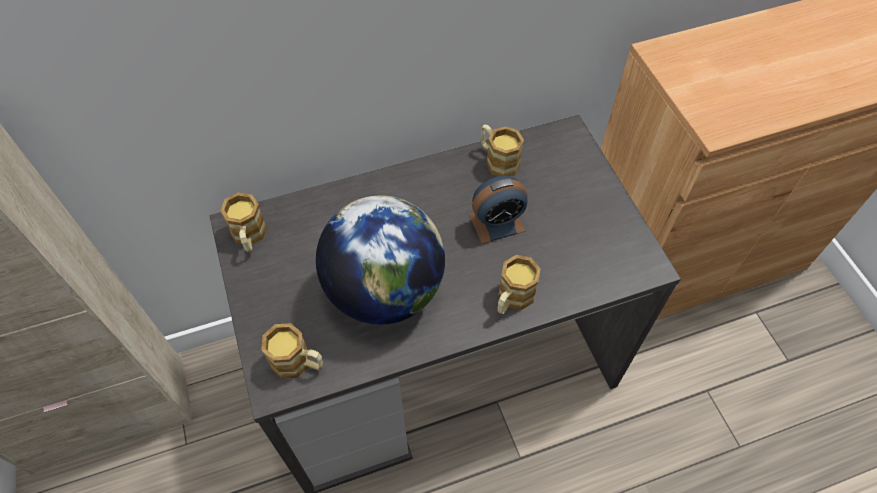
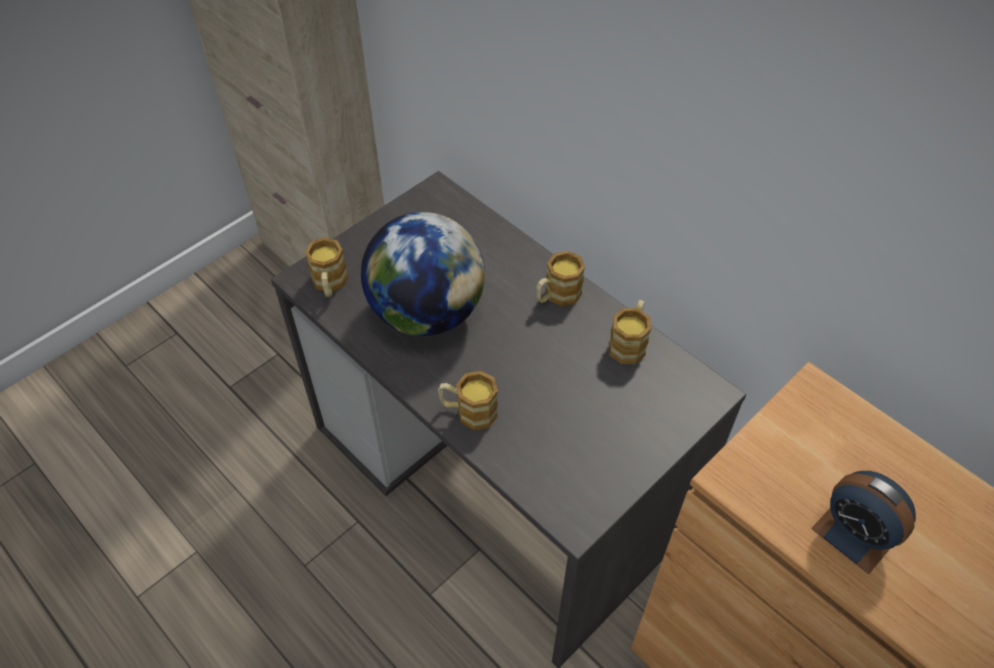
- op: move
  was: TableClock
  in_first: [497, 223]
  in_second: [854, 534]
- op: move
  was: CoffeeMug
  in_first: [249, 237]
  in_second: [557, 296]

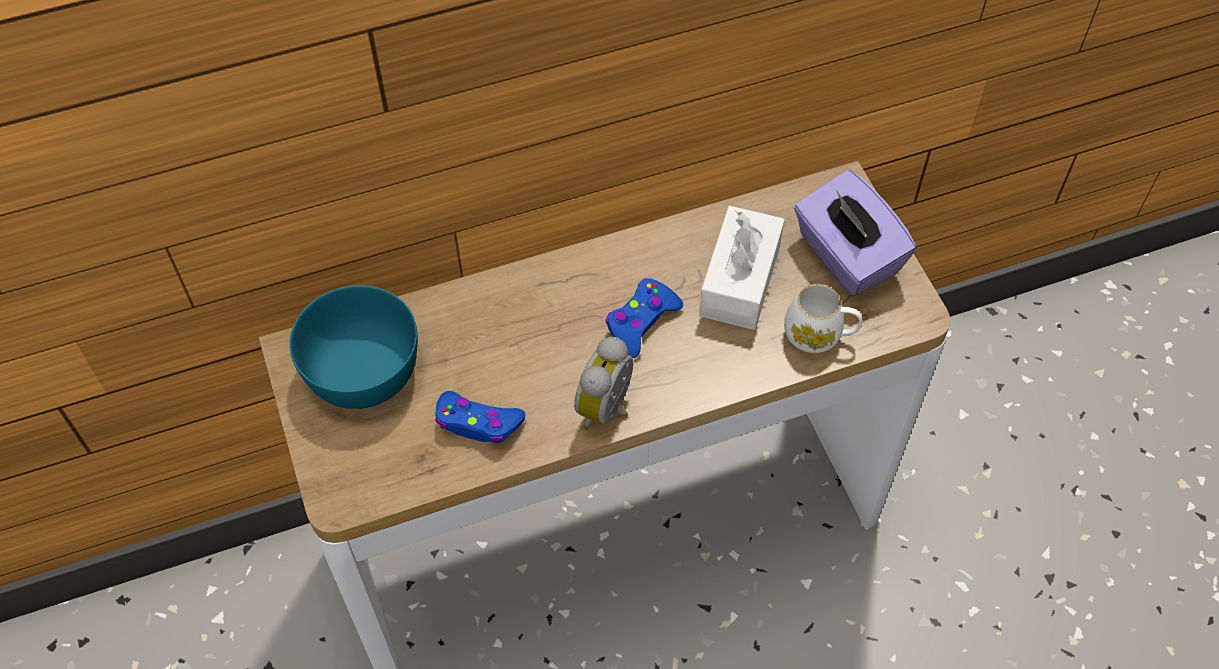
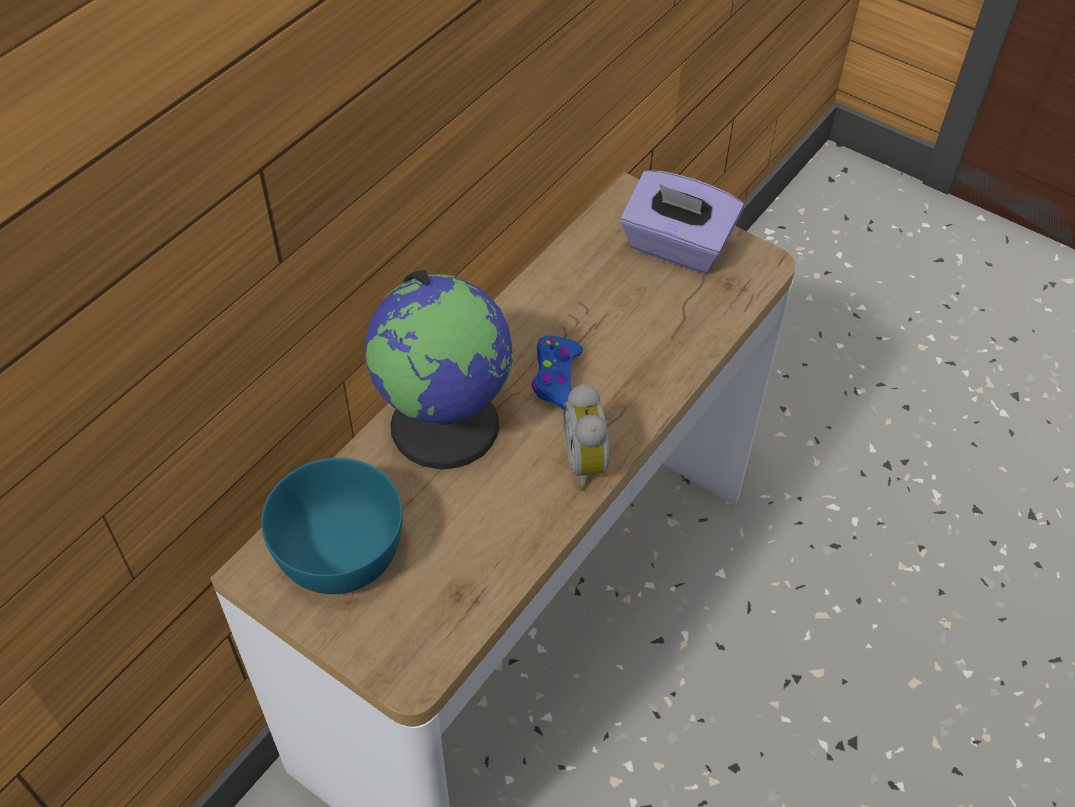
- op: delete
  was: WhiteTissueHolder
  in_first: [740, 281]
- op: delete
  was: WhiteCoffeeMug
  in_first: [819, 335]
- op: delete
  was: BlueGamepad
  in_first: [478, 423]
- op: insert
  now: DeskGlobe
  in_second: [447, 423]

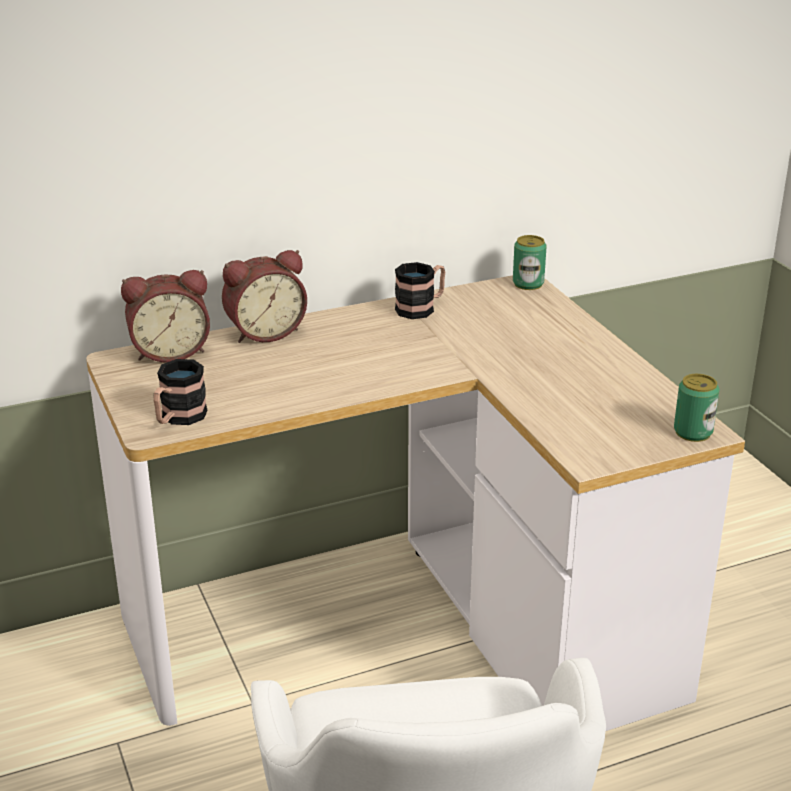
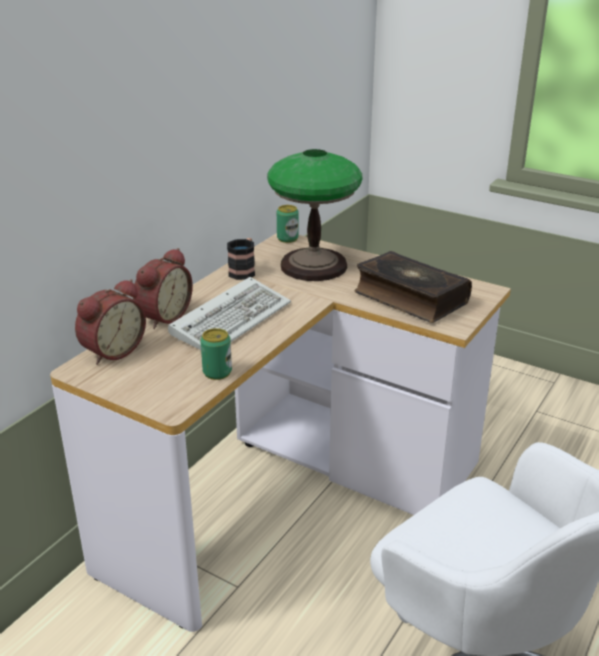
- op: delete
  was: CoffeeMug
  in_first: [178, 418]
- op: move
  was: MetalCan
  in_first: [693, 432]
  in_second: [217, 372]
- op: insert
  now: TableLamp
  in_second: [314, 266]
- op: insert
  now: Book
  in_second: [409, 298]
- op: insert
  now: ComputerKeyboard
  in_second: [232, 319]

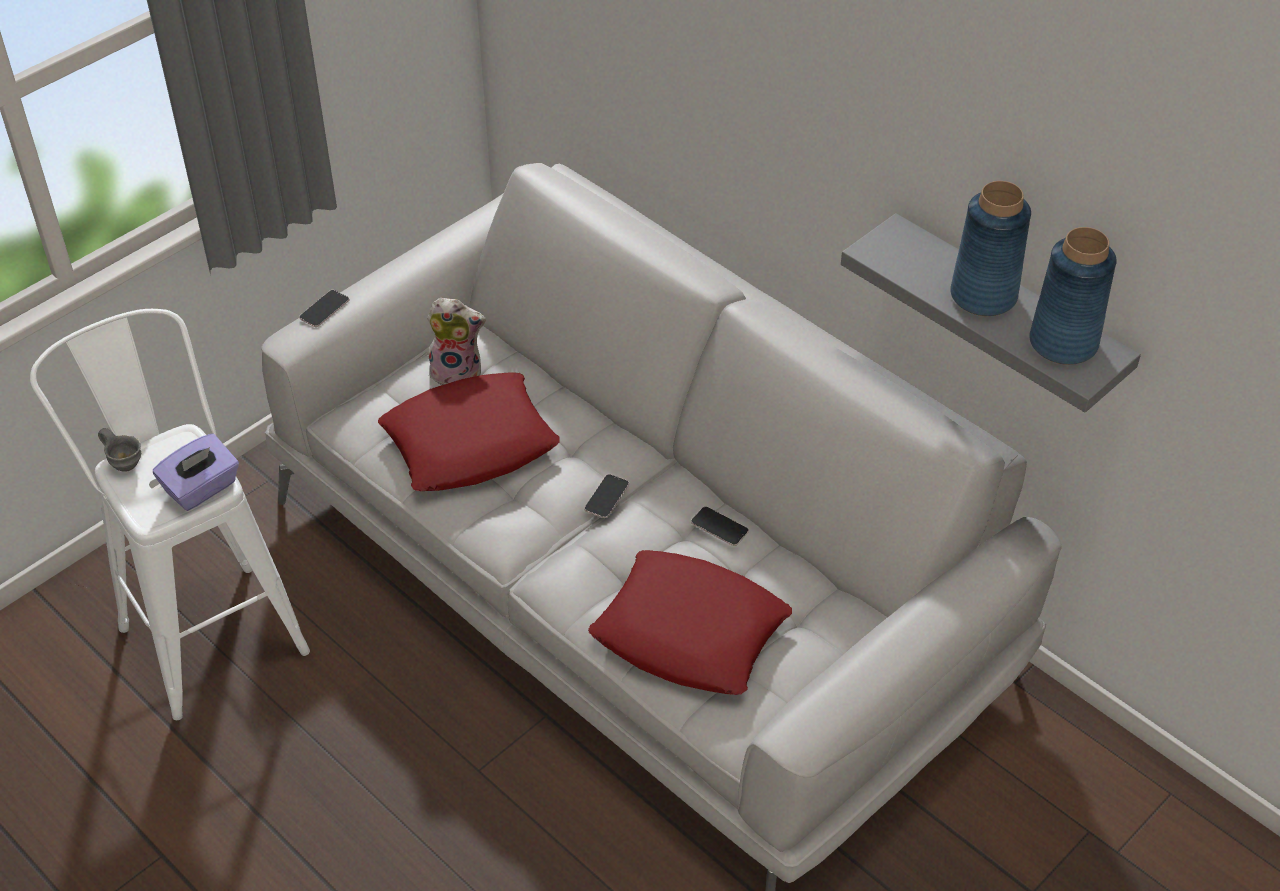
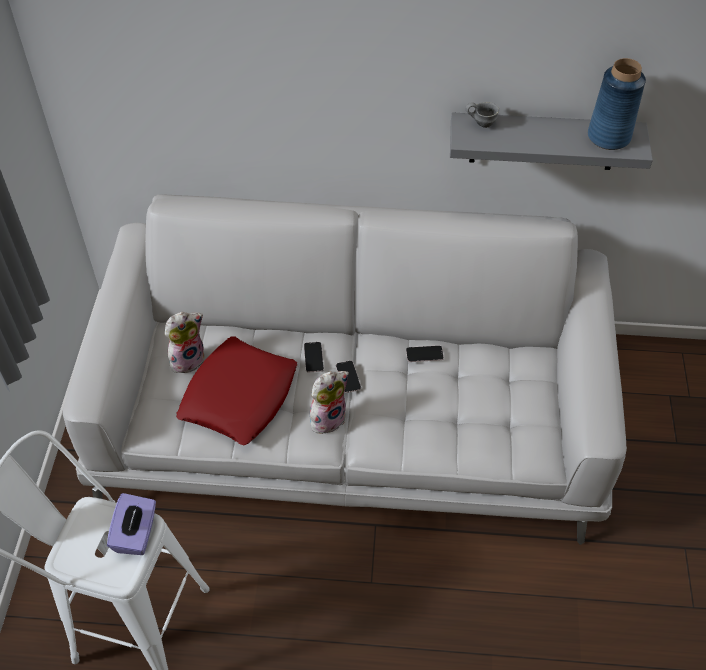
- op: delete
  was: BlueVase
  in_first: [983, 296]
- op: move
  was: Handset
  in_first: [324, 309]
  in_second: [313, 357]
- op: move
  was: GrayCoffeeMug
  in_first: [126, 462]
  in_second: [481, 123]
- op: delete
  was: RedThrowPillow
  in_first: [690, 632]
- op: insert
  now: CuddlyToy
  in_second: [327, 417]

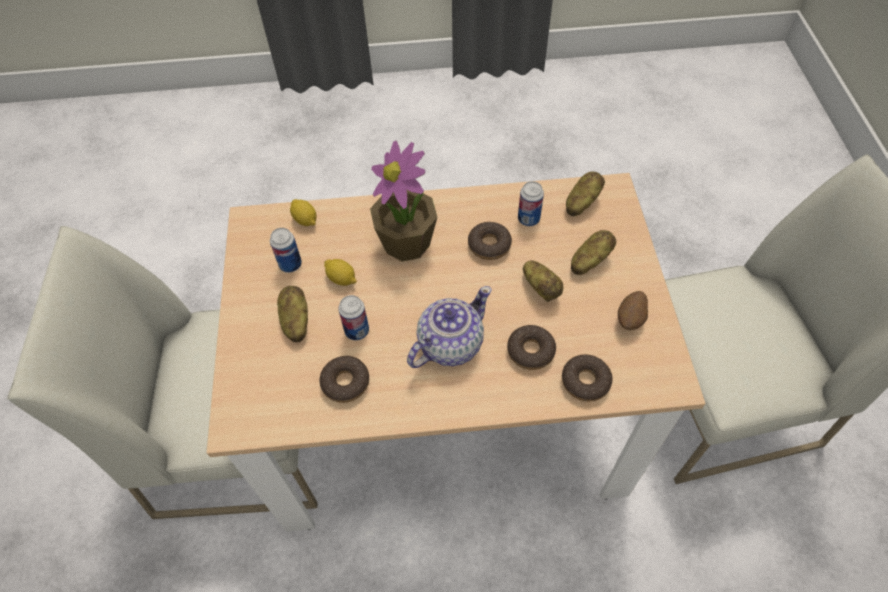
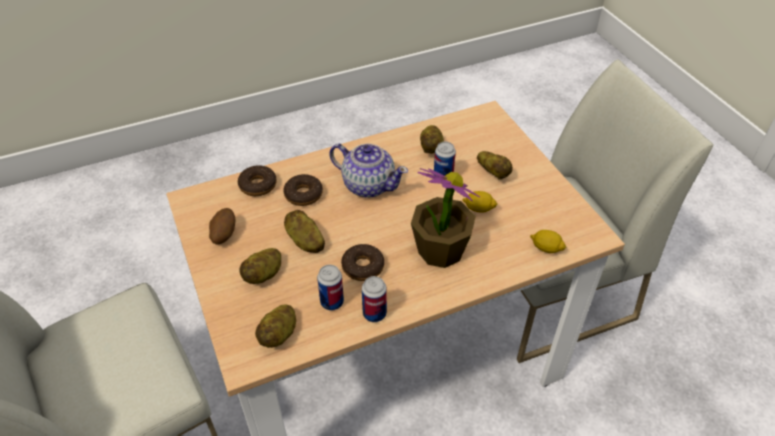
- op: move
  was: MetalCan
  in_first: [290, 264]
  in_second: [374, 314]
- op: rotate
  was: Teapot
  in_first: [449, 344]
  in_second: [368, 185]
  clockwise: -90
- op: replace
  was: Donut
  now: Potato
  in_first: [345, 382]
  in_second: [432, 148]

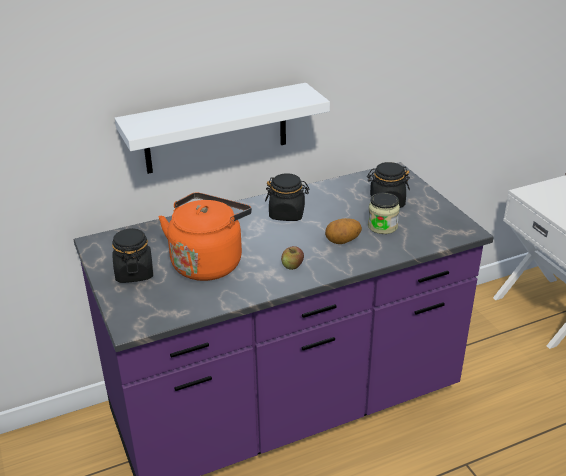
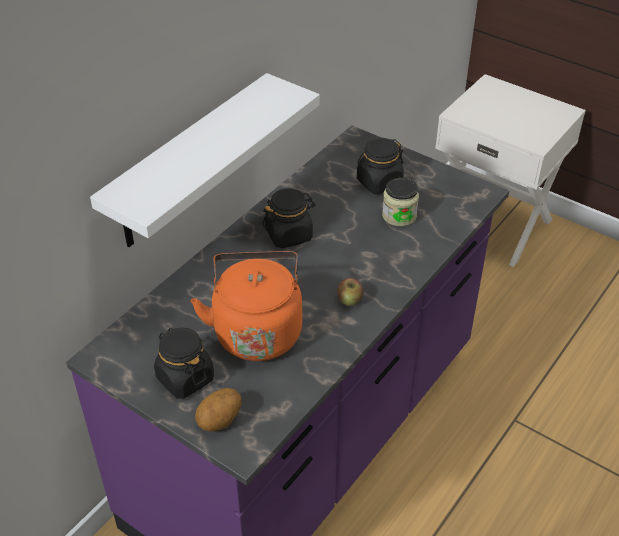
- op: move
  was: Potato
  in_first: [342, 241]
  in_second: [220, 421]

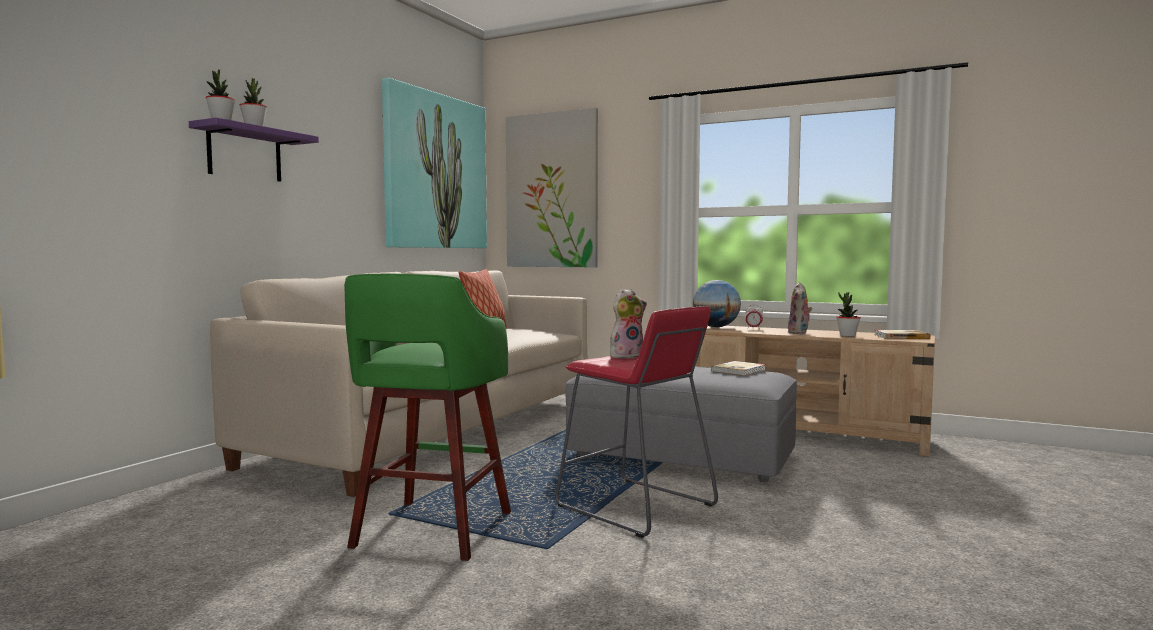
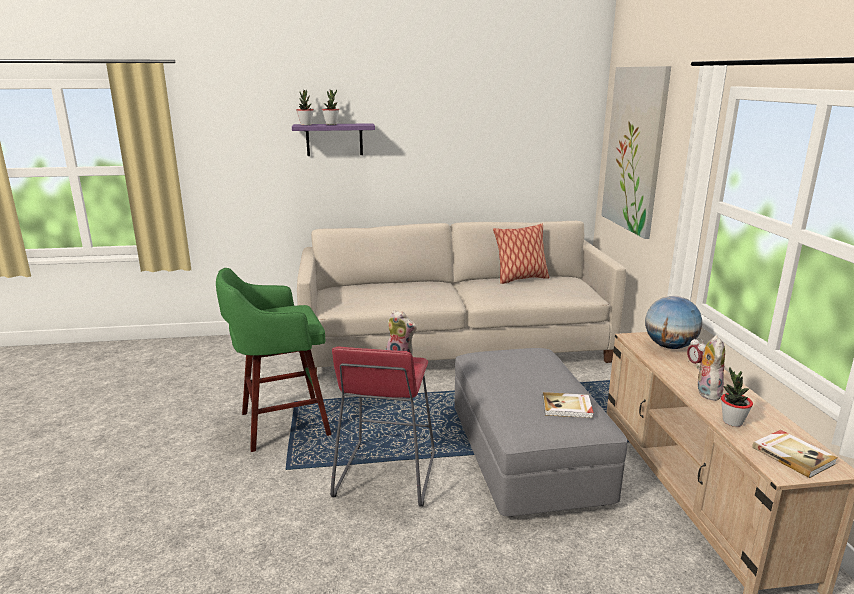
- op: delete
  was: WallArt
  in_first: [435, 172]
- op: rotate
  was: CuddlyToy
  in_first: [799, 333]
  in_second: [706, 392]
  clockwise: 120

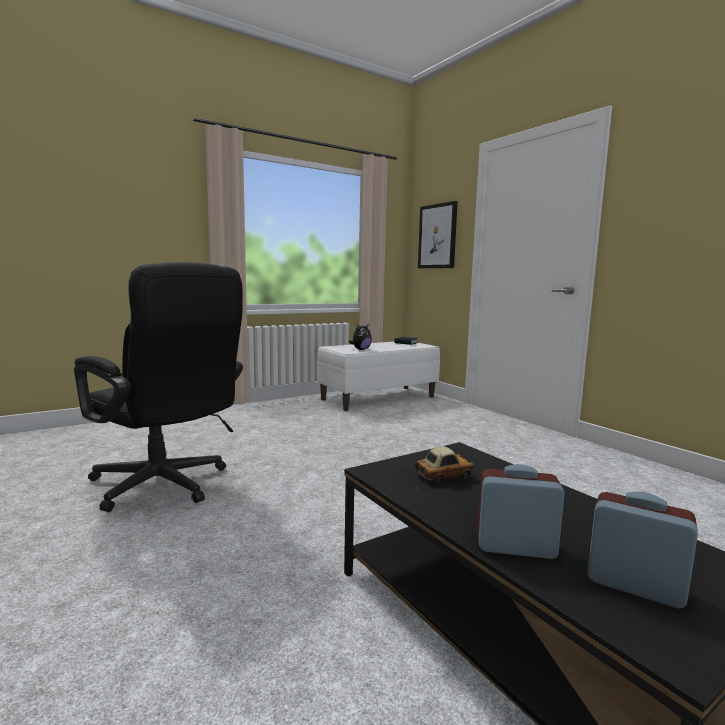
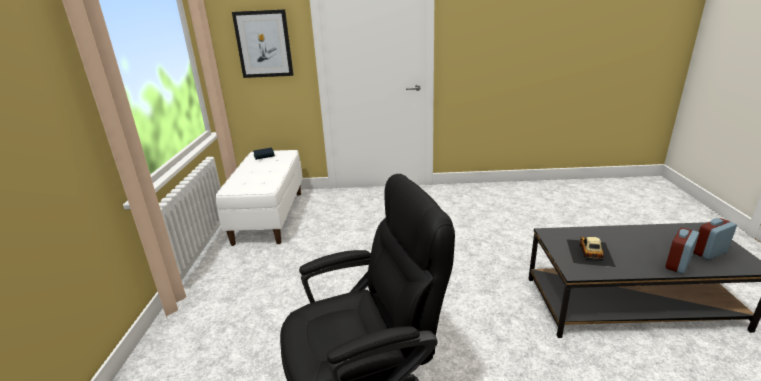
- op: delete
  was: CuddlyToy
  in_first: [361, 349]

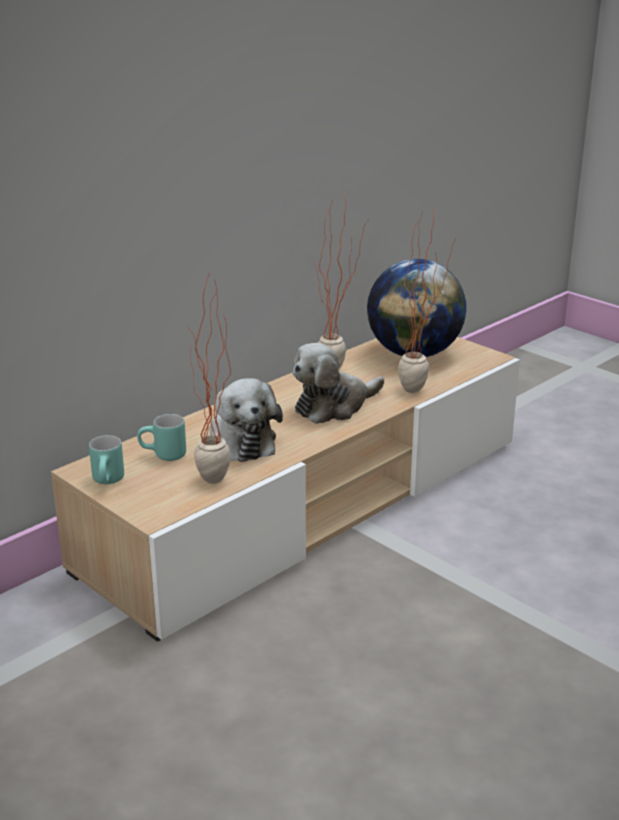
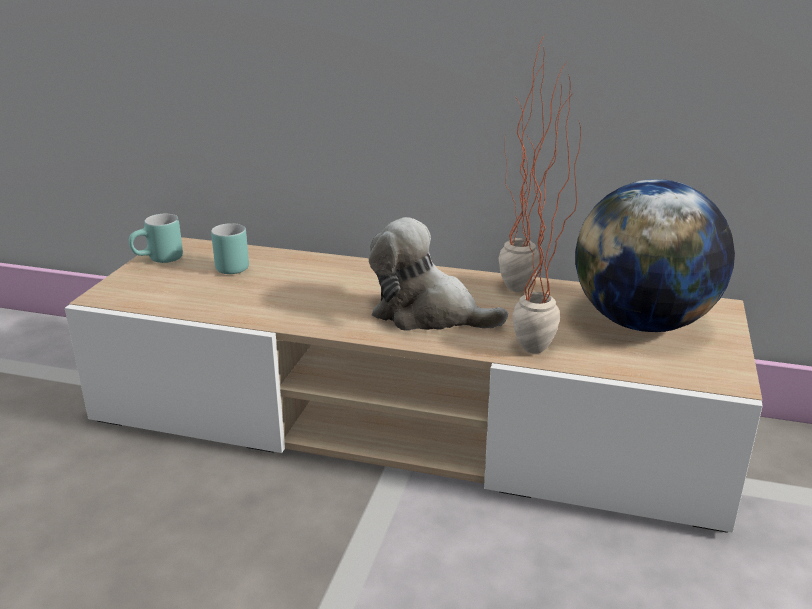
- op: delete
  was: PottedPlant
  in_first: [213, 486]
- op: delete
  was: CuddlyToy
  in_first: [240, 441]

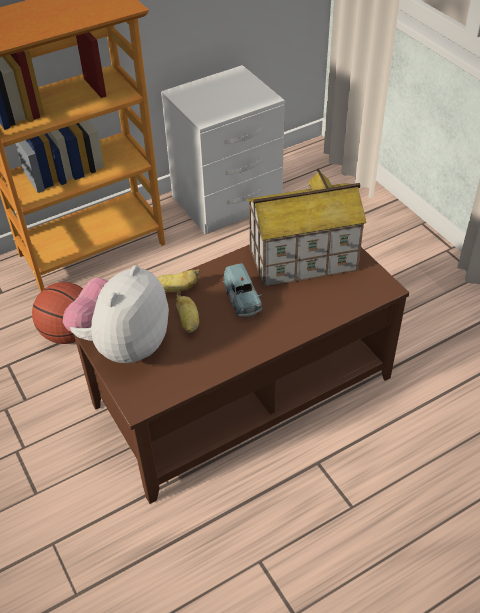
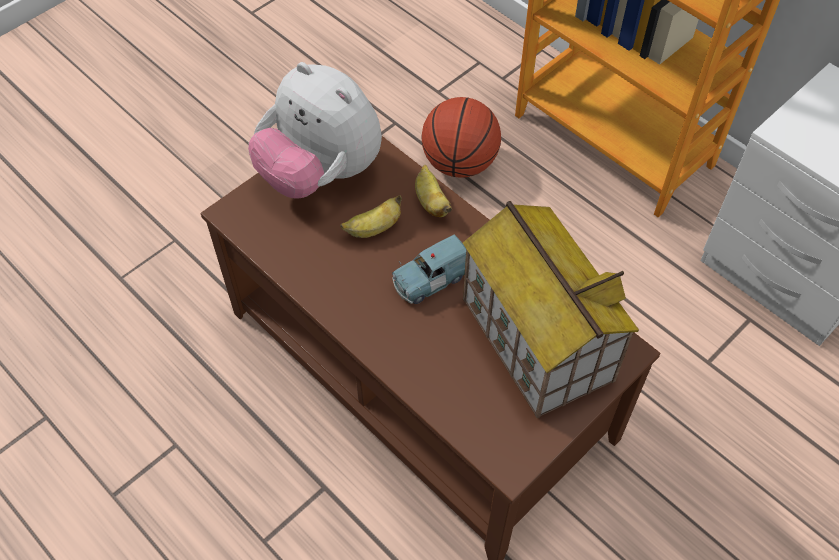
- op: rotate
  was: CuddlyToy
  in_first: [124, 345]
  in_second: [320, 173]
  clockwise: -150

